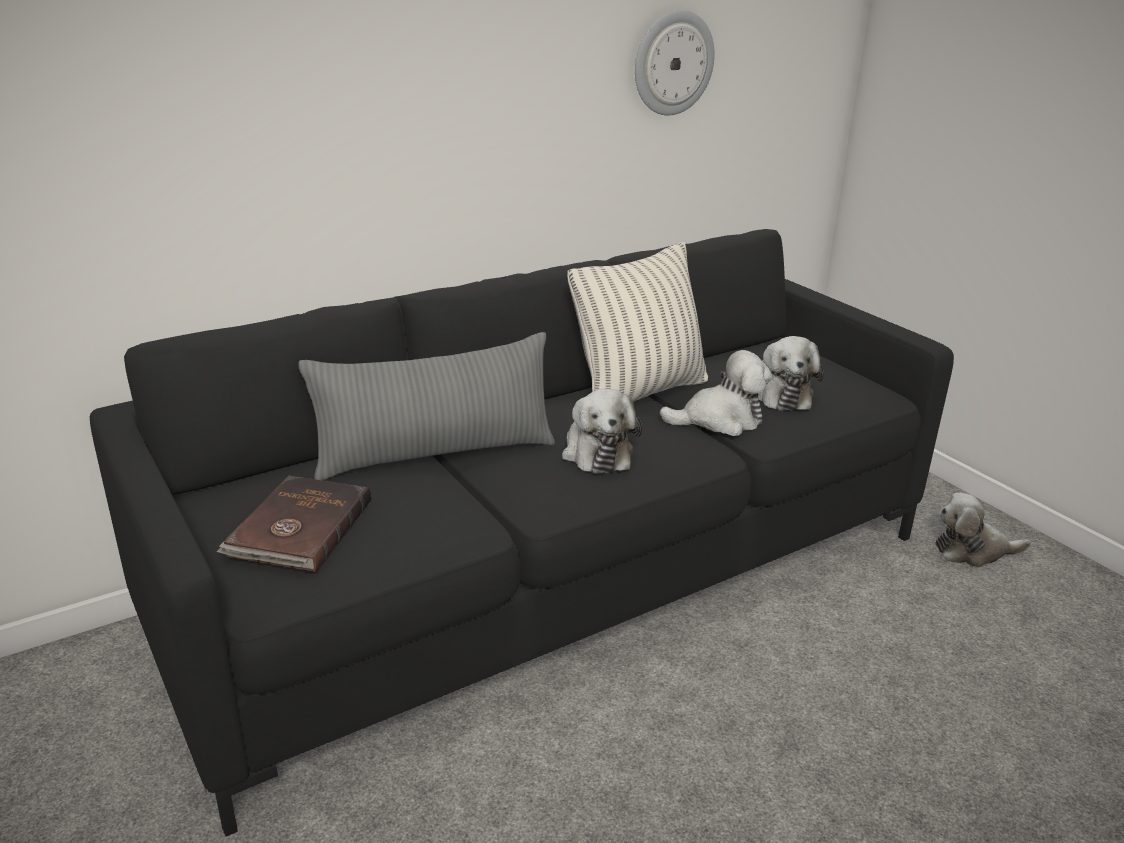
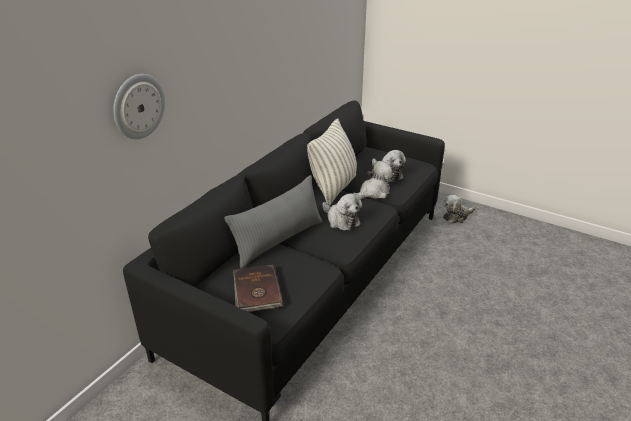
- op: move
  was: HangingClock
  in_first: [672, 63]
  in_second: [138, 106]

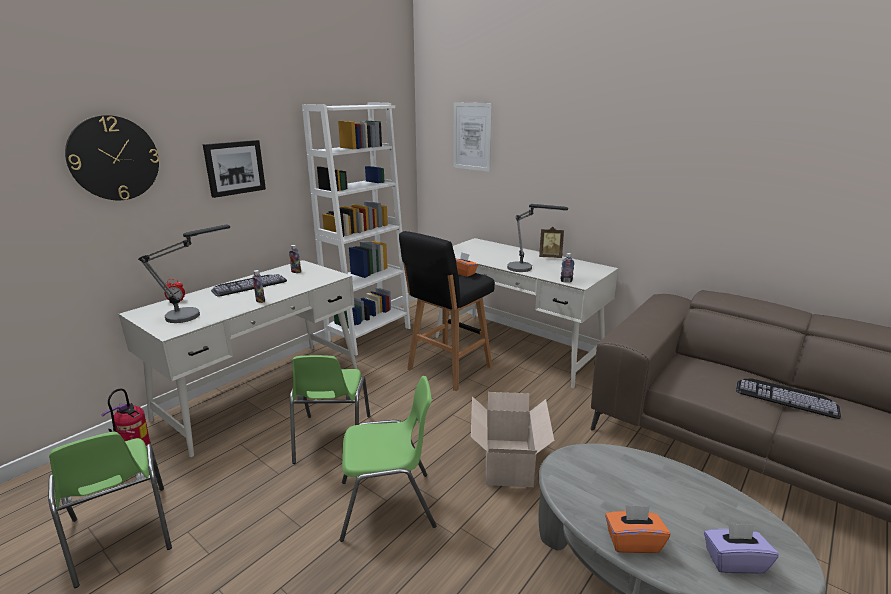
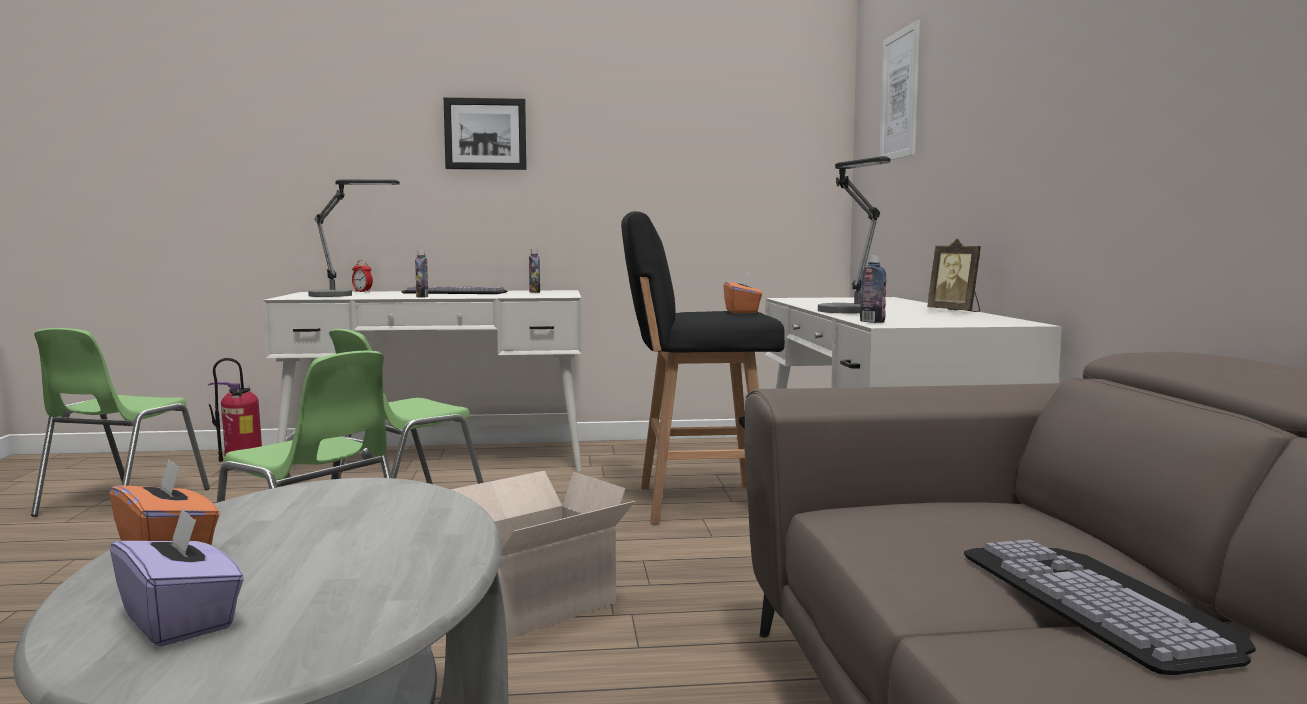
- op: delete
  was: WhiteBookshelf
  in_first: [369, 335]
- op: delete
  was: HangingClock
  in_first: [114, 158]

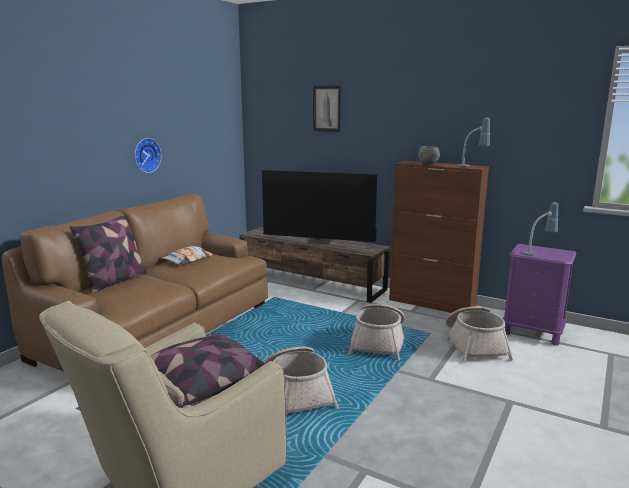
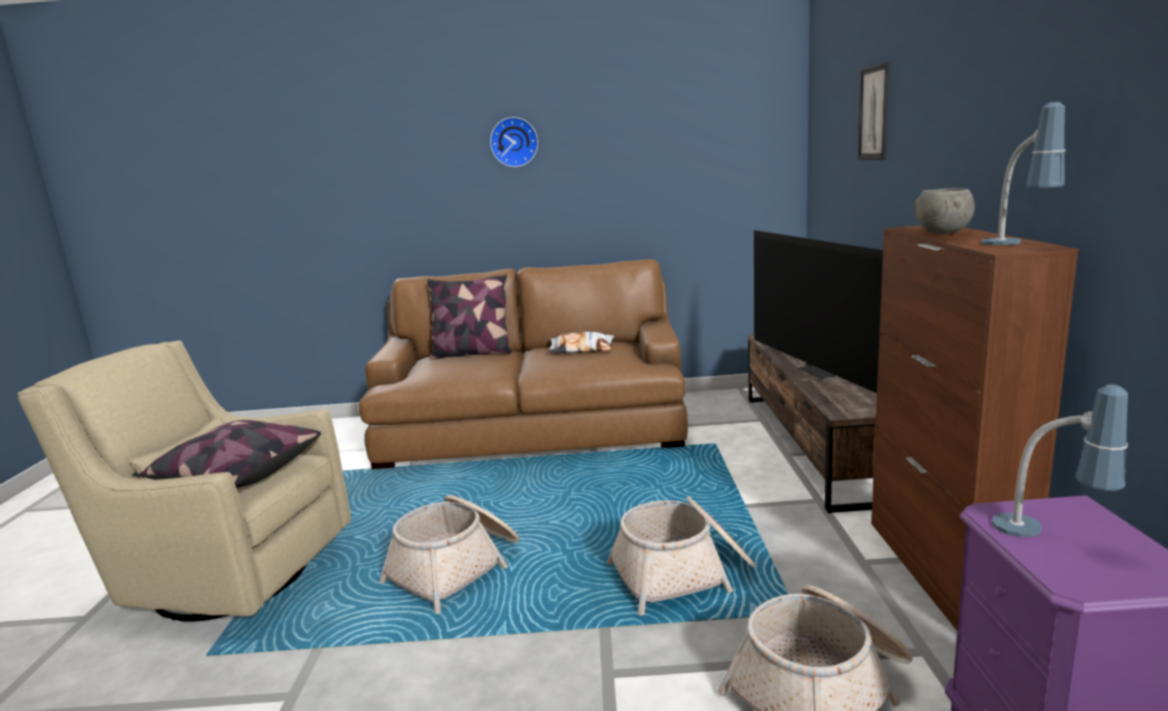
- op: move
  was: HangingClock
  in_first: [146, 155]
  in_second: [514, 142]

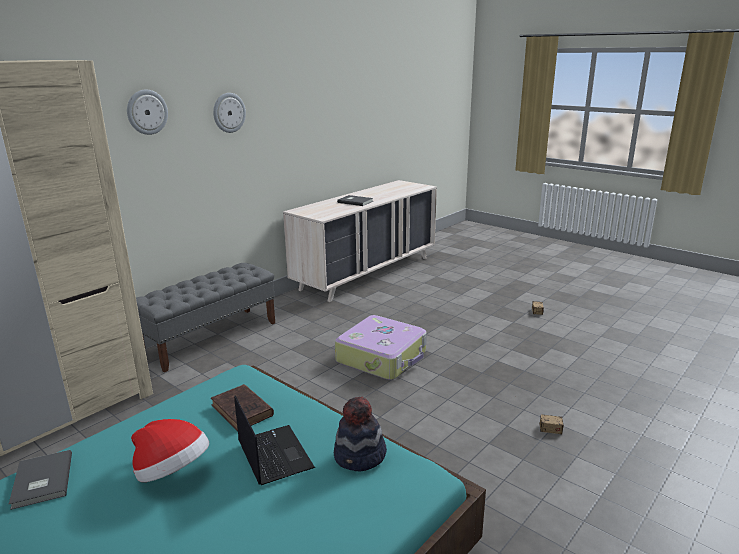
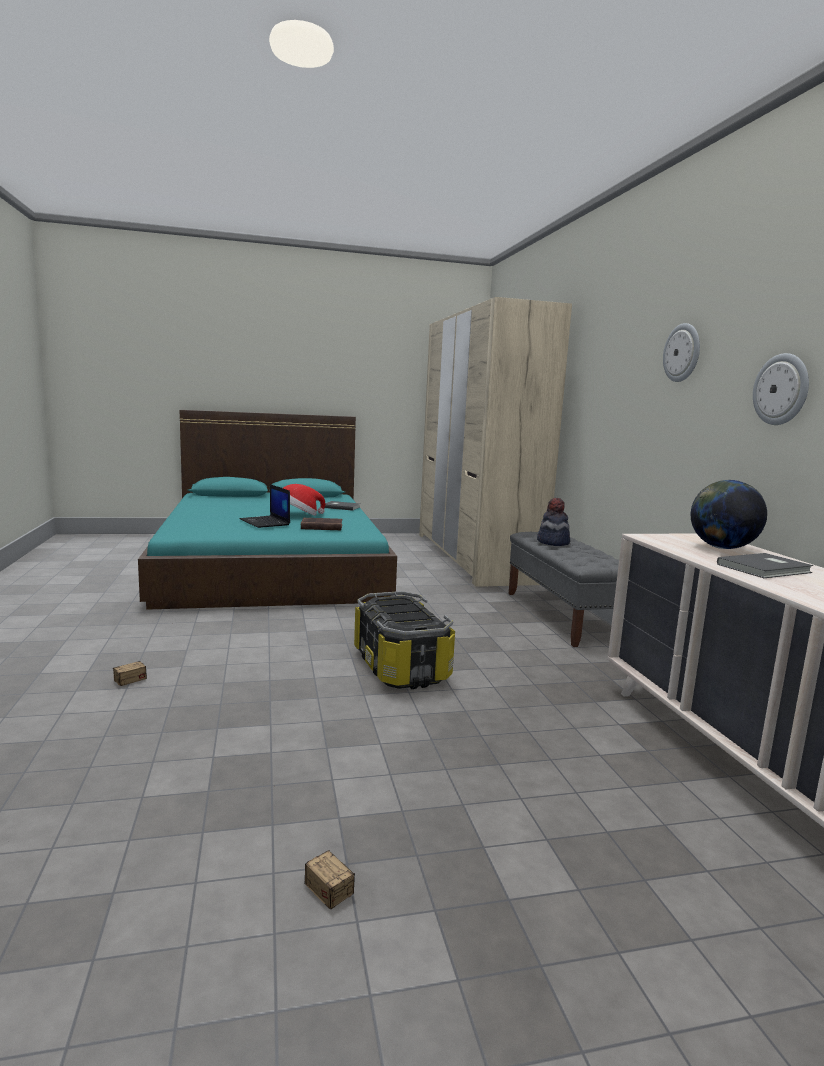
- op: move
  was: HangingClock
  in_first: [147, 112]
  in_second: [781, 389]
- op: replace
  was: Suitcase
  now: StorageBox
  in_first: [382, 357]
  in_second: [401, 666]
- op: rotate
  was: PortableComputer
  in_first: [273, 454]
  in_second: [265, 522]
  clockwise: 45
- op: move
  was: Hat
  in_first: [360, 456]
  in_second: [552, 542]
- op: insert
  now: DeskGlobe
  in_second: [722, 548]

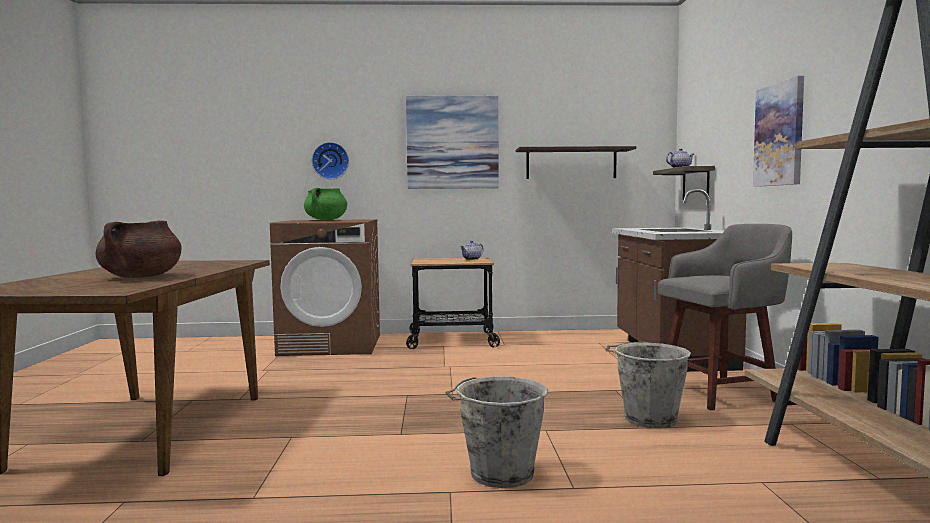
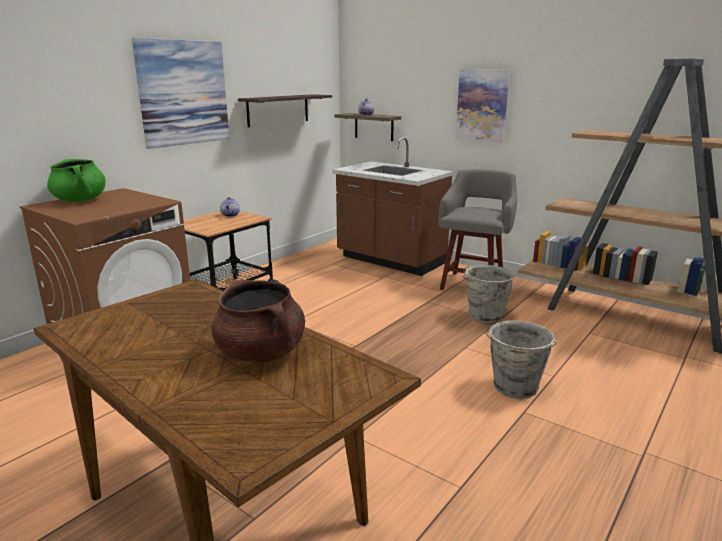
- op: delete
  was: HangingClock
  in_first: [330, 161]

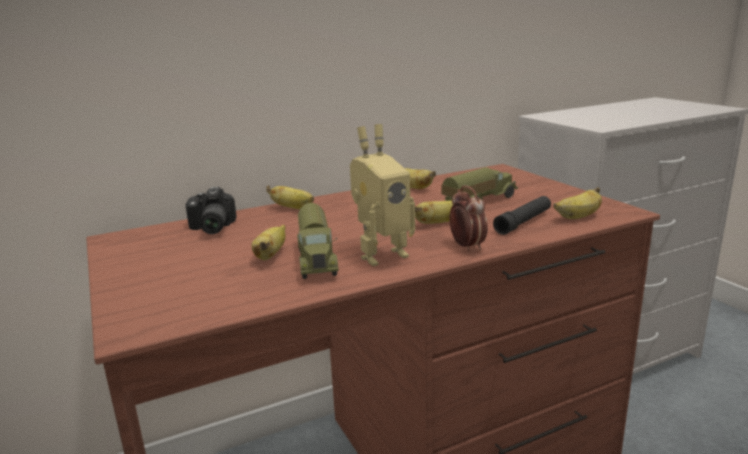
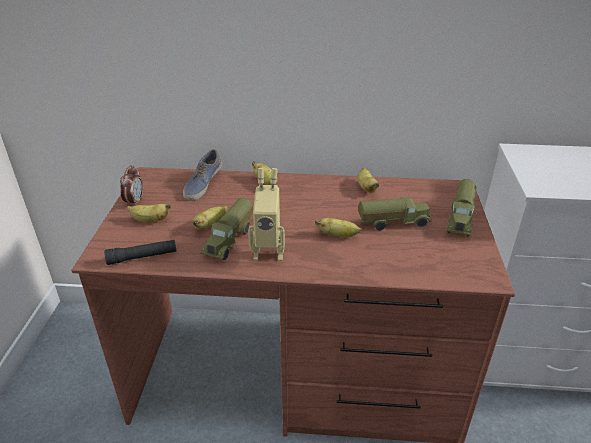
- op: move
  was: TableClock
  in_first: [467, 246]
  in_second: [134, 202]
- op: replace
  was: PhotoCamera
  now: ItemOfFootwear
  in_first: [210, 228]
  in_second: [202, 185]
- op: move
  was: Banana
  in_first: [578, 217]
  in_second: [149, 220]
- op: move
  was: BlackFlashlight
  in_first: [523, 222]
  in_second: [142, 257]
- op: insert
  now: ModelTruck
  in_second: [461, 219]

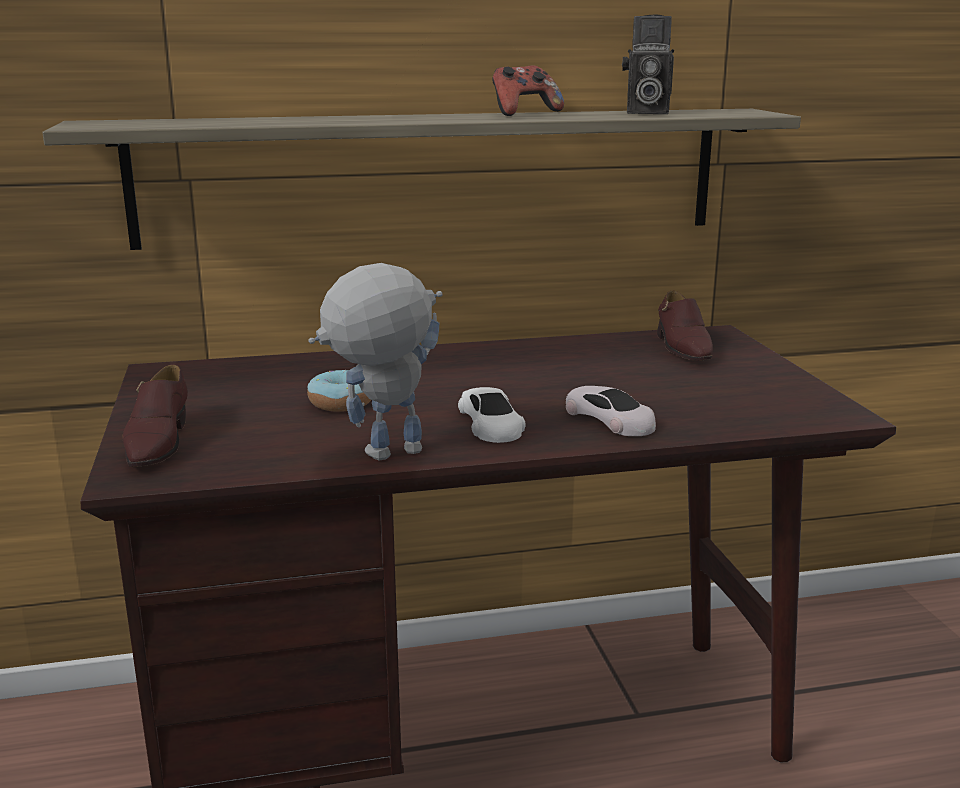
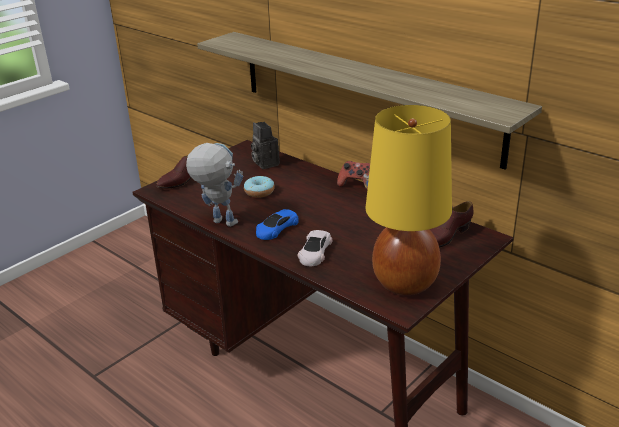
- op: move
  was: PhotoCamera
  in_first: [644, 112]
  in_second: [264, 163]
- op: move
  was: Gamepad
  in_first: [524, 113]
  in_second: [356, 185]
- op: recolor
  was: WhiteModelCar
  now: BlueModelCar
  in_first: [491, 423]
  in_second: [276, 228]
- op: insert
  now: YellowishTableLamp
  in_second: [406, 283]

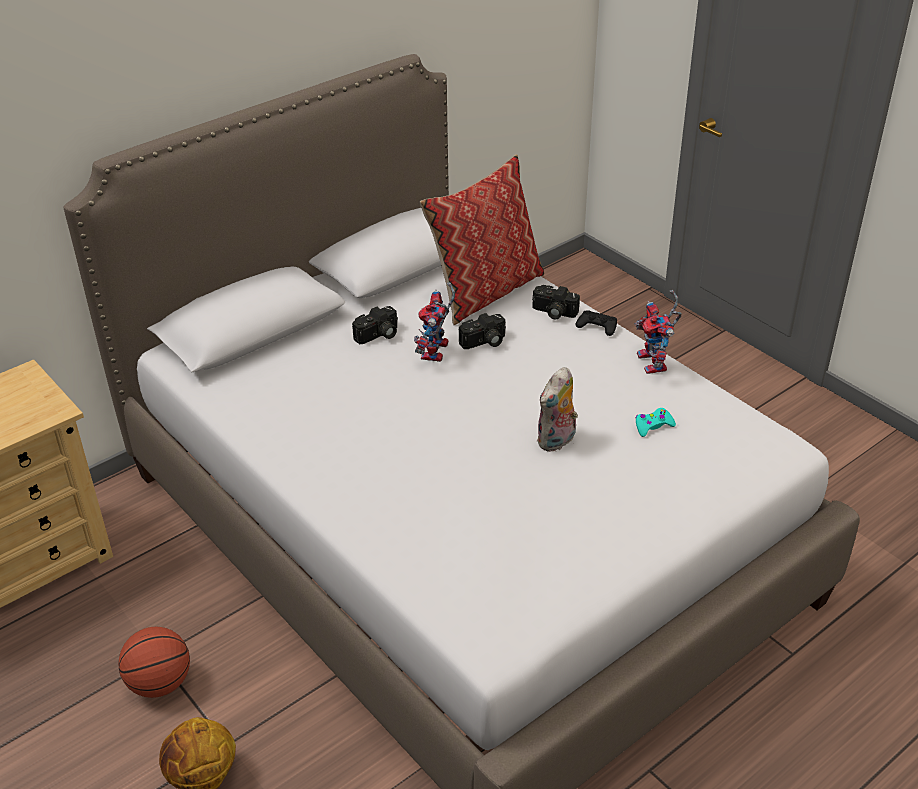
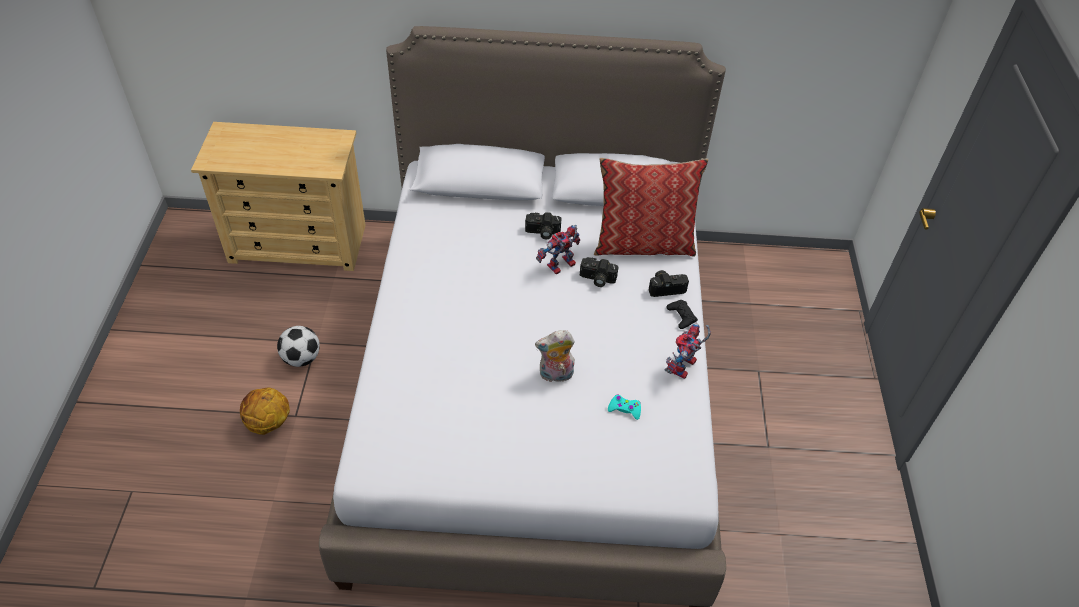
- op: rotate
  was: PhotoCamera
  in_first: [553, 312]
  in_second: [666, 287]
  clockwise: 105
- op: replace
  was: BasketballBall
  now: Football
  in_first: [160, 683]
  in_second: [301, 358]

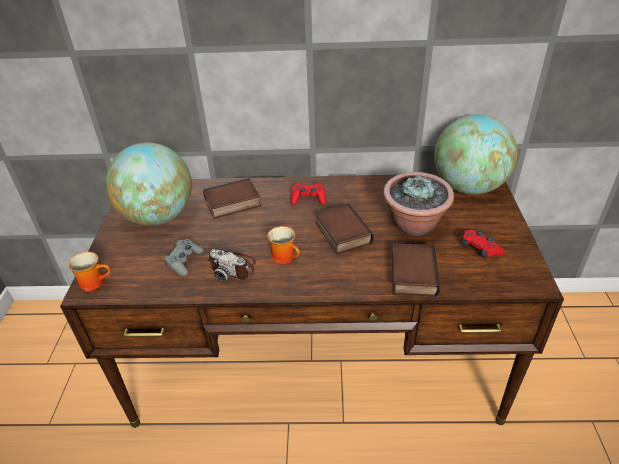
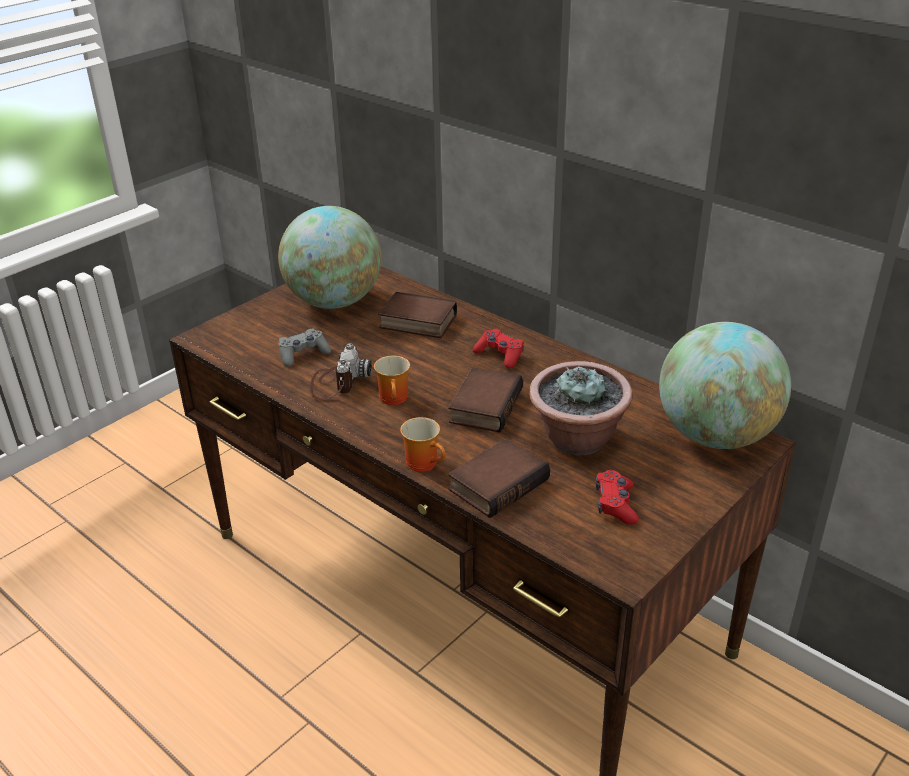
- op: rotate
  was: PhotoCamera
  in_first: [233, 267]
  in_second: [337, 382]
  clockwise: -150
- op: move
  was: CoffeeMug
  in_first: [95, 282]
  in_second: [426, 462]

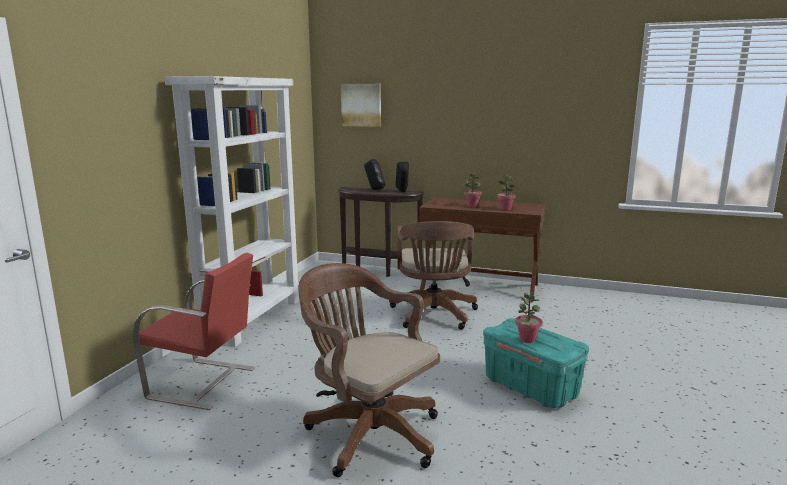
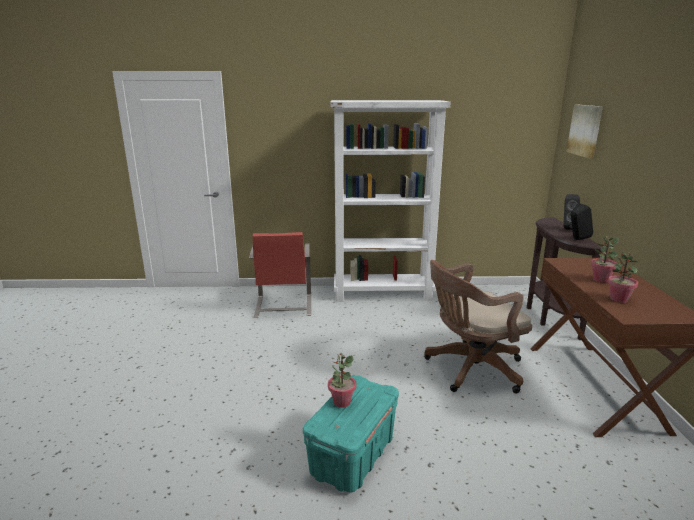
- op: delete
  was: BrownColouredComputerChair
  in_first: [368, 432]

